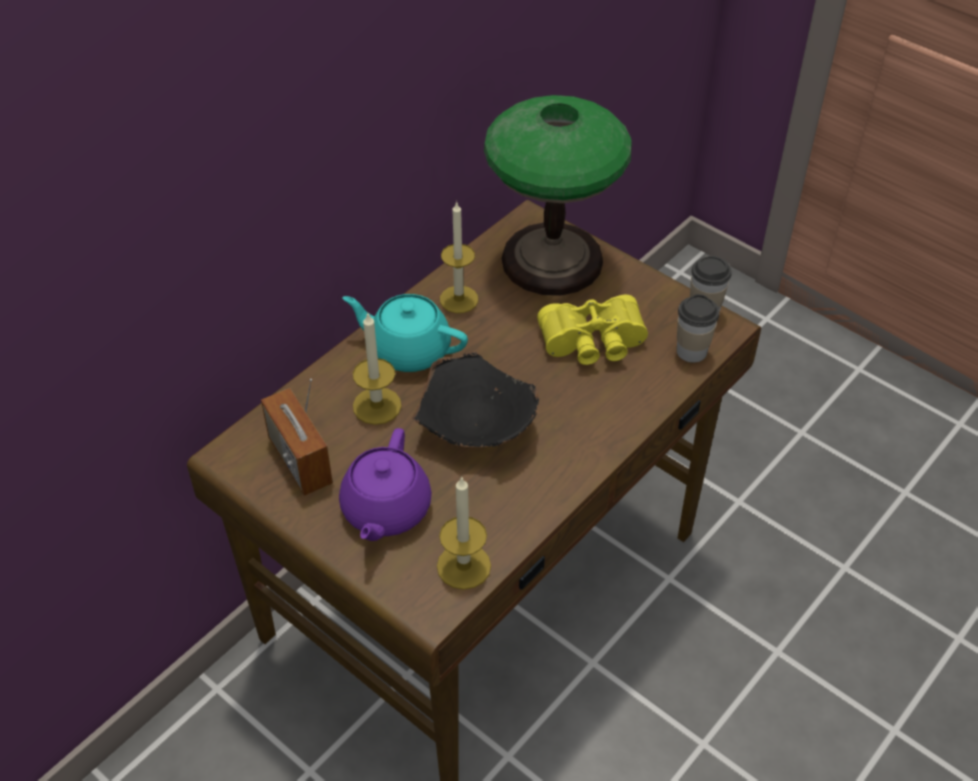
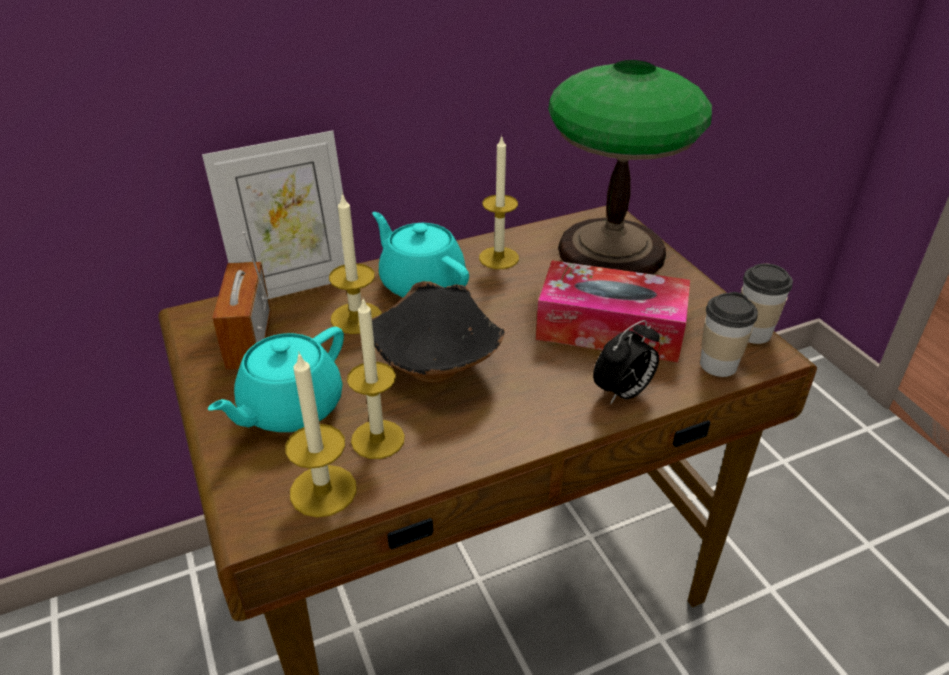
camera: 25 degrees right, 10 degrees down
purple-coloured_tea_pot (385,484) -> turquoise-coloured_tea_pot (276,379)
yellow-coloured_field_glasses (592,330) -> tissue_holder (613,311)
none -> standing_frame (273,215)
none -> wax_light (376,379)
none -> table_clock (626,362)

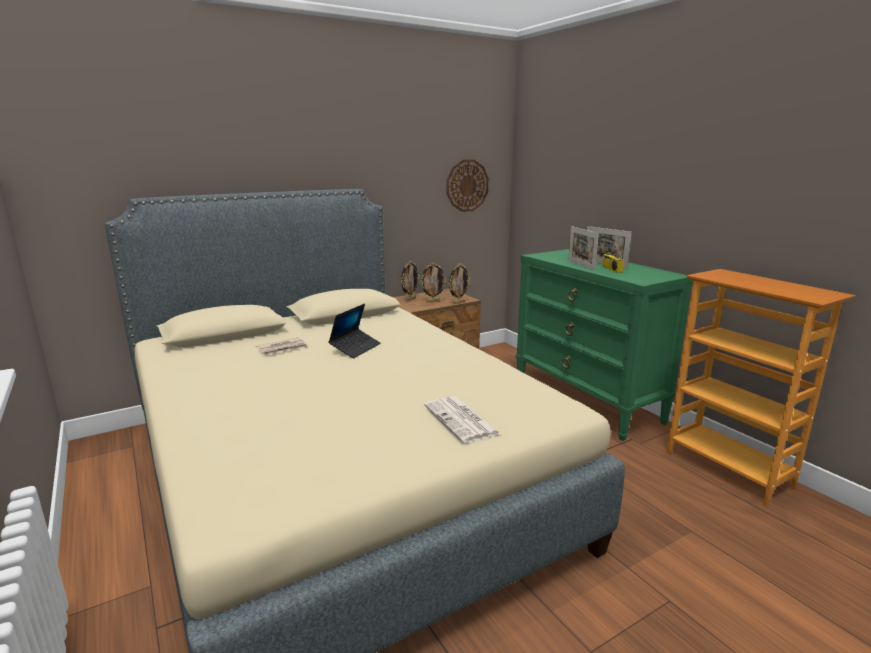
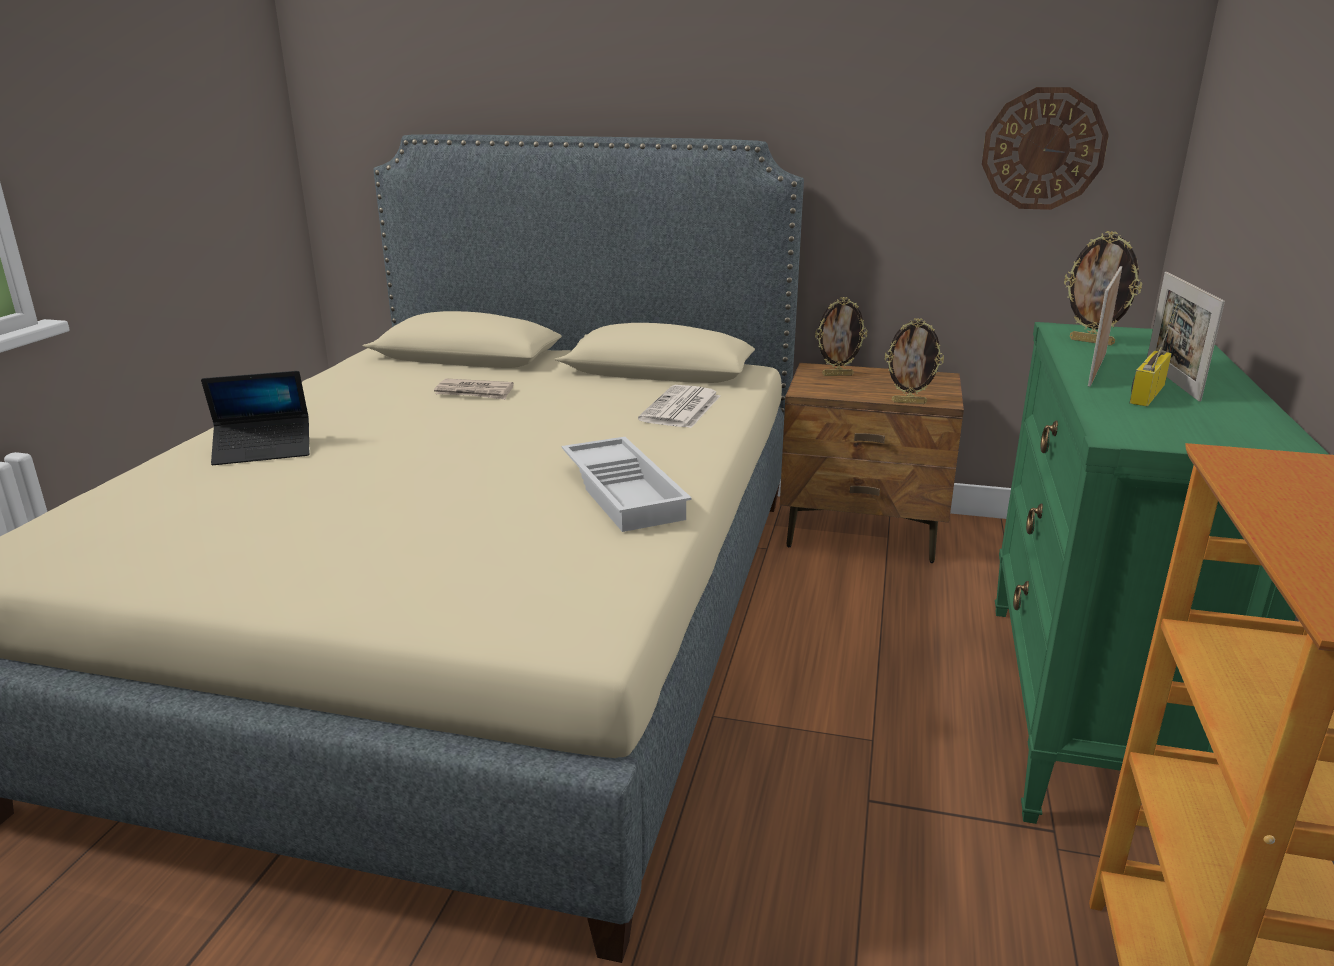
camera: 45 degrees right, 5 degrees up
laptop (354,331) -> laptop (255,418), relocated
standing_frame (433,282) -> standing_frame (1103,288), relocated
newspaper (462,419) -> newspaper (679,406), relocated
none -> white_serving_tray (627,484)

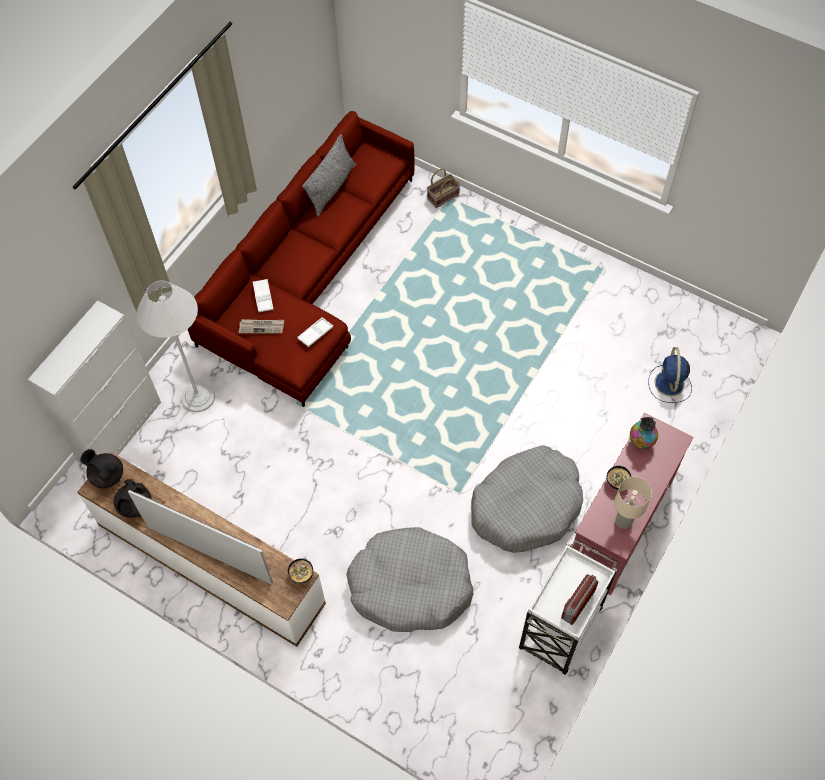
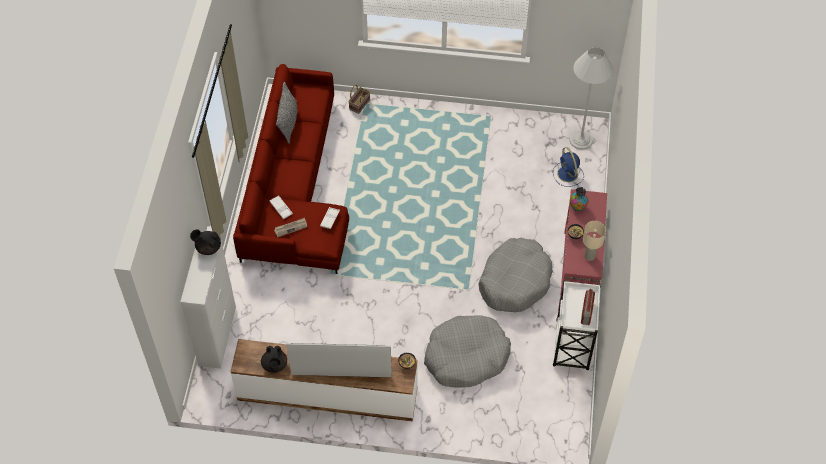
camera: 25 degrees left, 5 degrees down
black-coloured_tea_pot (101,469) -> black-coloured_tea_pot (205,242), relocated
white_standard_lamp (175,346) -> white_standard_lamp (591,98), relocated

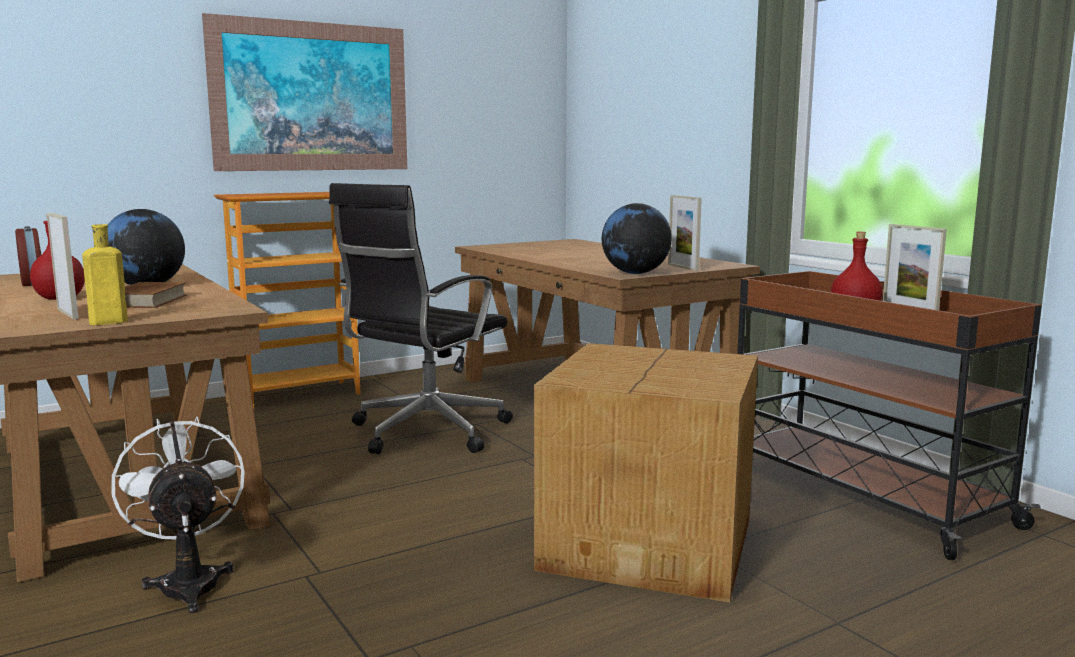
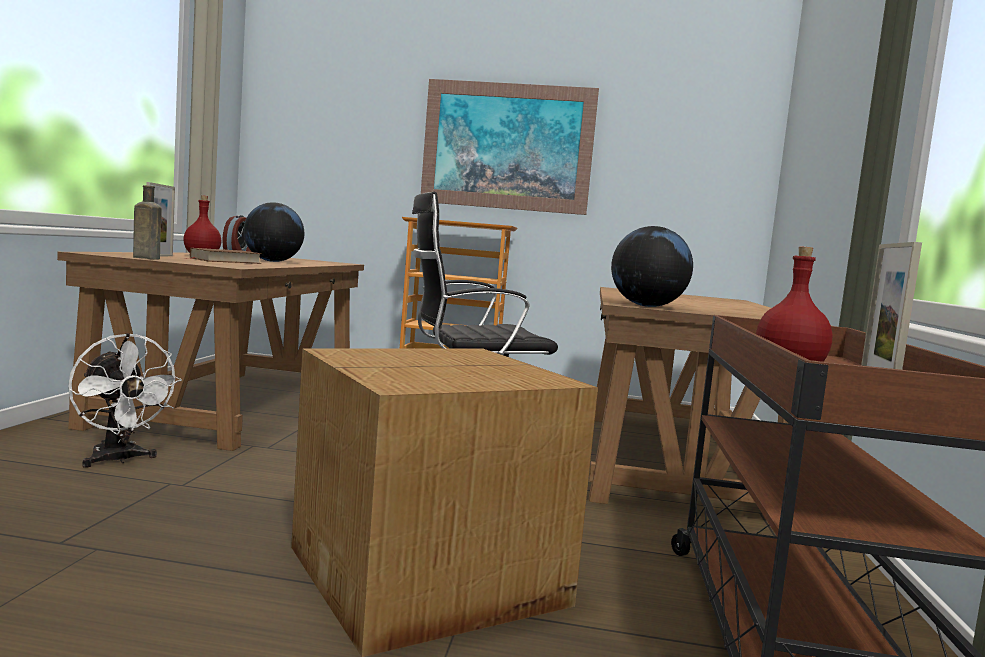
camera: 40 degrees right, 5 degrees down
yellow-coloured_bottle (105,274) -> brown-coloured_bottle (147,222)
white_cooling_fan (178,514) -> white_cooling_fan (125,400), 120 degrees clockwise
standing_frame (685,233) -> none

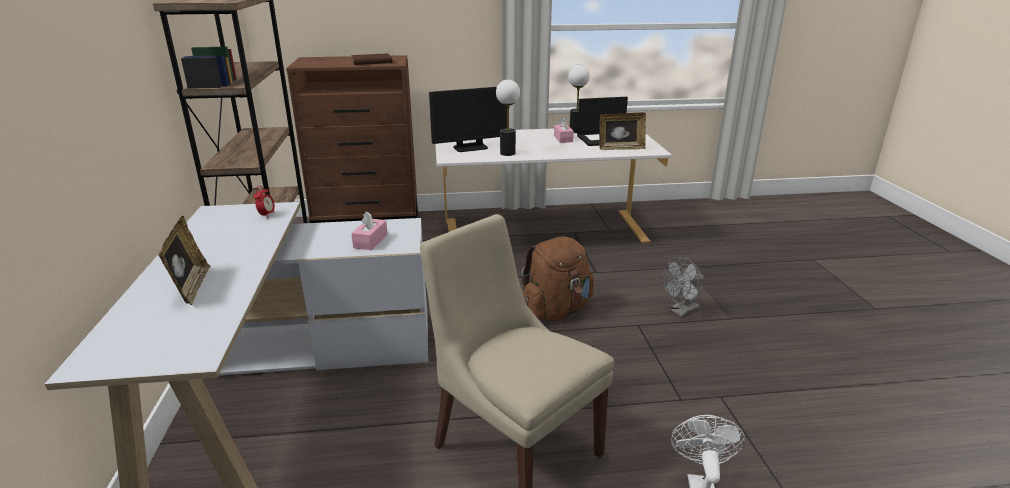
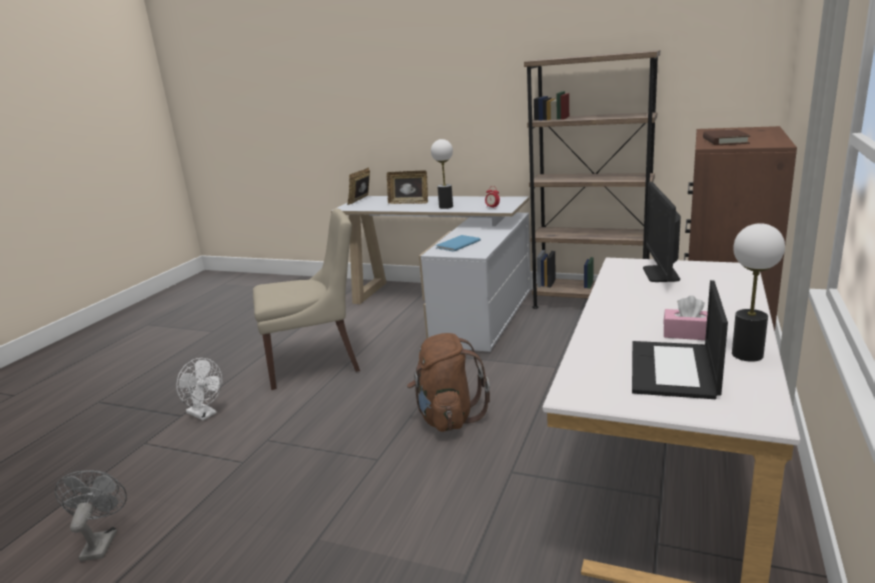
camera: 120 degrees right, 5 degrees down
pink_tissue_holder (369,230) -> blue_volume (458,243)
tabletop_lamp (508,118) -> tabletop_lamp (442,174), relocated
standing_frame (622,131) -> standing_frame (358,186), relocated
greyish_cooling_fan (683,287) -> greyish_cooling_fan (91,515), relocated

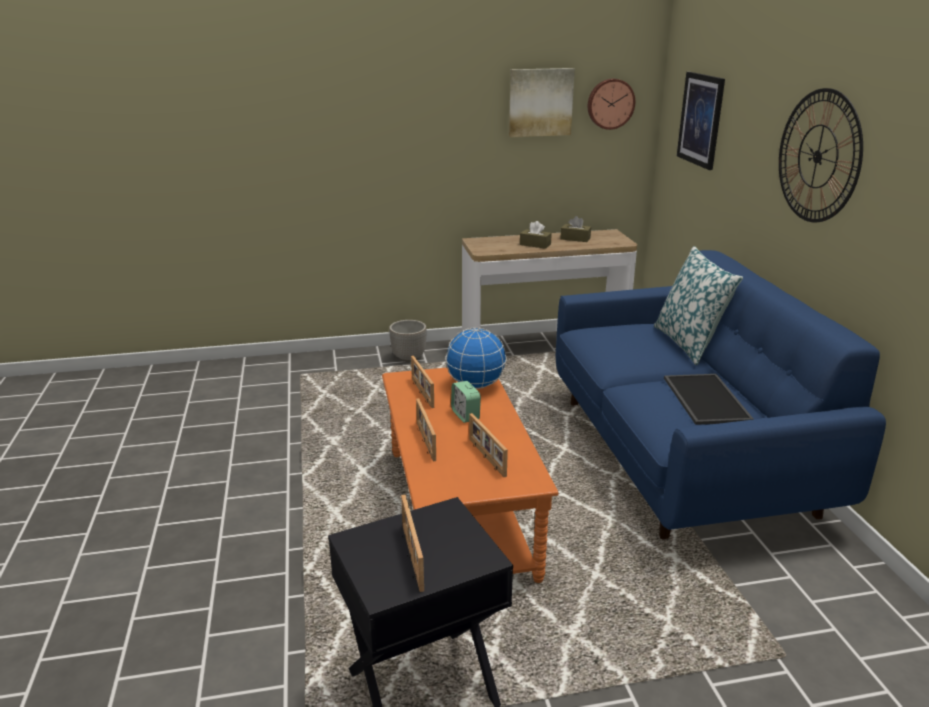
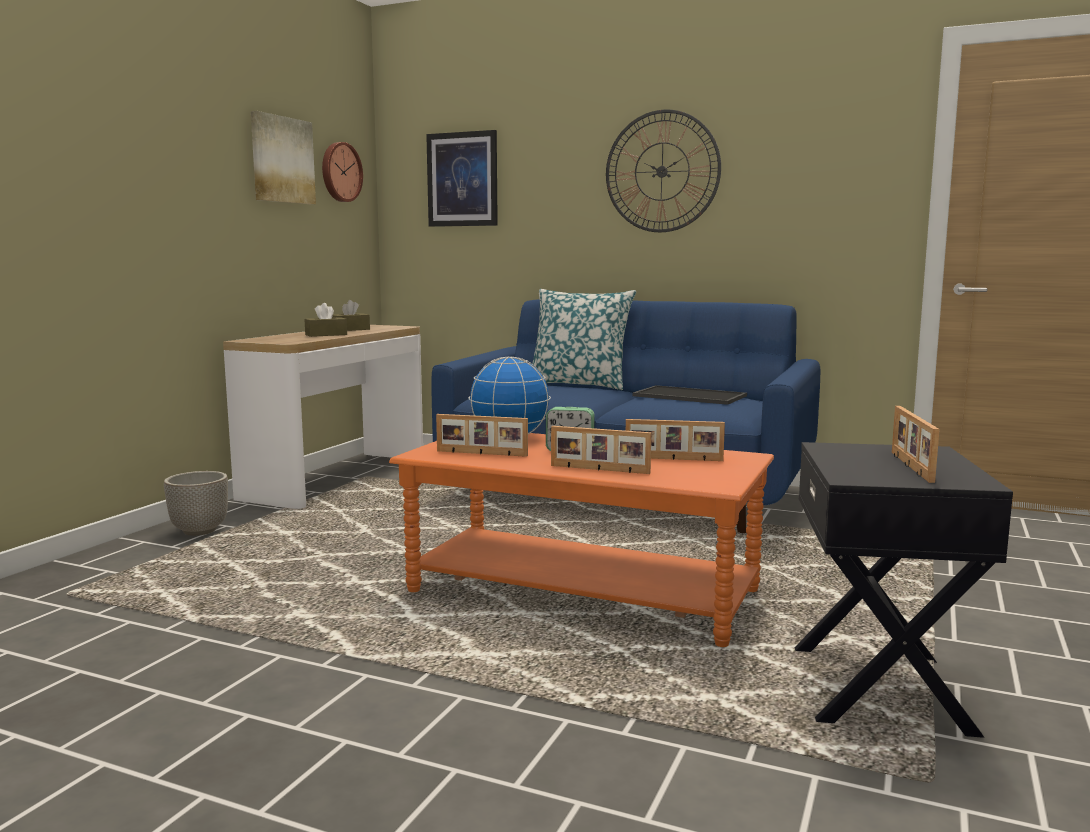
camera: 55 degrees left, 15 degrees down
standing_frame (412,543) -> standing_frame (916,444), 75 degrees clockwise

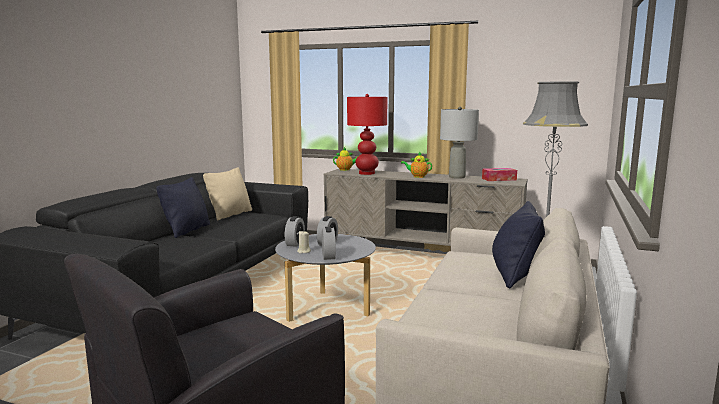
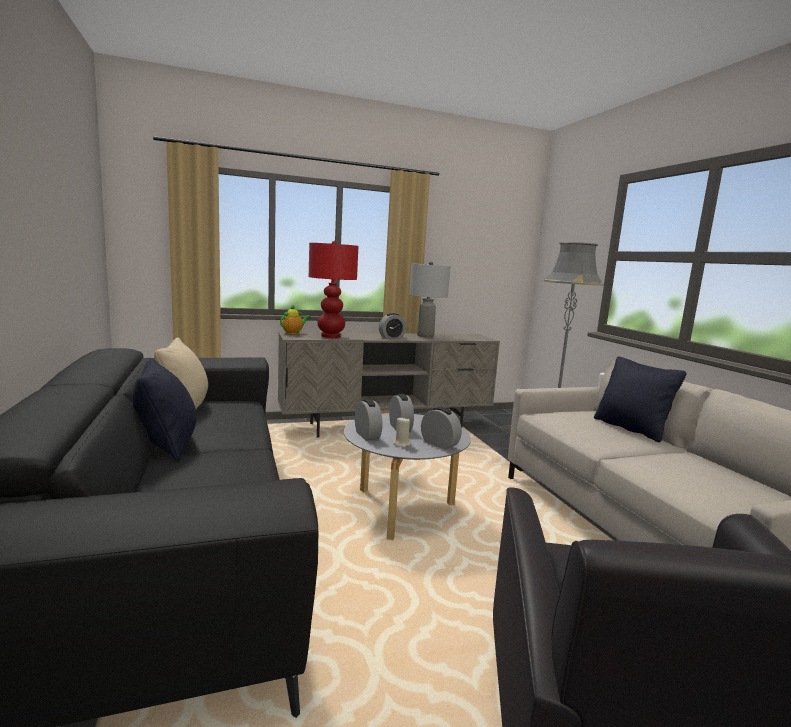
camera: 40 degrees left, 0 degrees up
tea_pot (416,165) -> table_clock (392,326)
tissue_holder (499,174) -> none

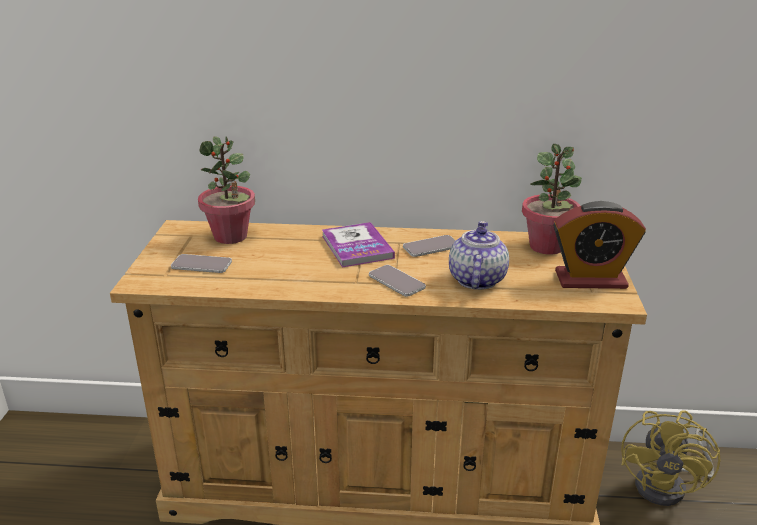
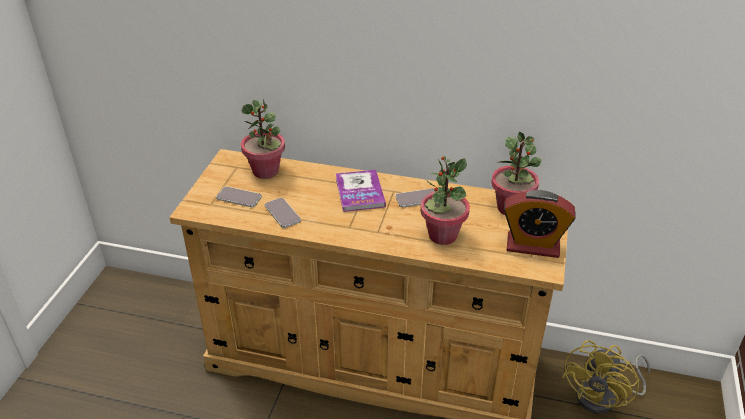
camera: 10 degrees right, 10 degrees up
phone (397,281) -> phone (283,213), relocated
tea_pot (479,255) -> houseplant (445,200)

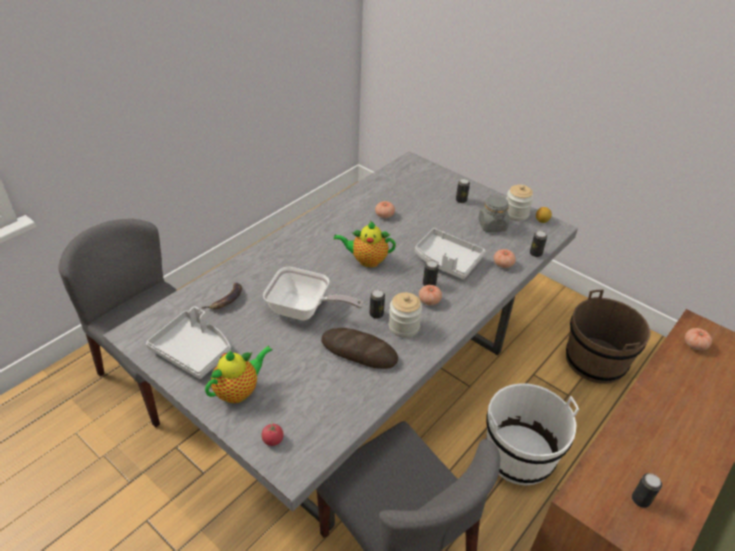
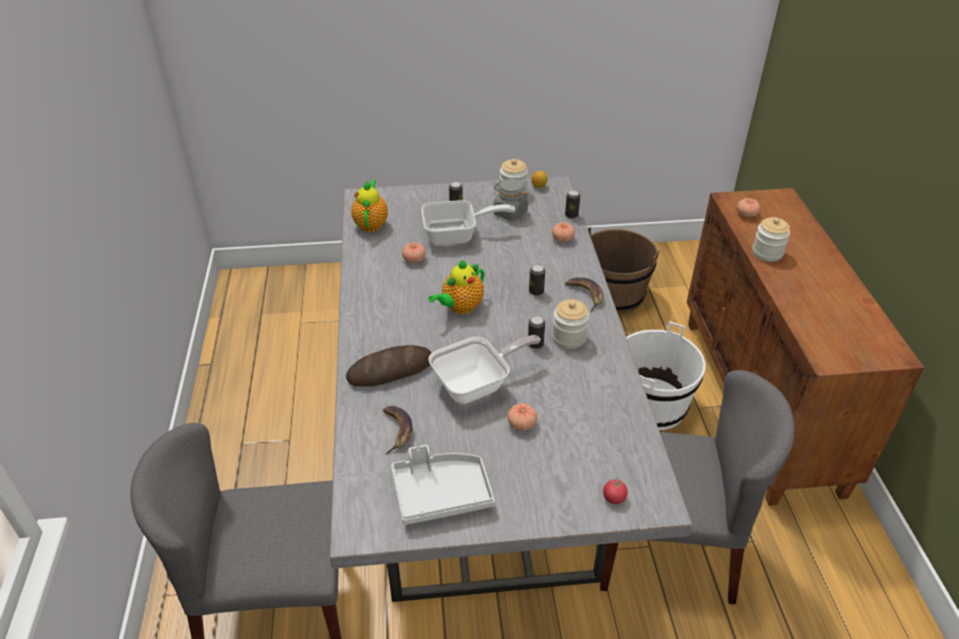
camera: 45 degrees left, 0 degrees up
tea_pot (238,374) -> tea_pot (369,206), relocated
bakery_bread (359,348) -> bakery_bread (389,366), relocated
greyish_serving_tray (450,253) -> none
fresh_tomato (430,295) -> fresh_tomato (522,417), relocated
metal_can (647,490) -> none
none -> pan (468,222)
none -> whole_banana (584,294)
none -> storage_jar (771,239)

